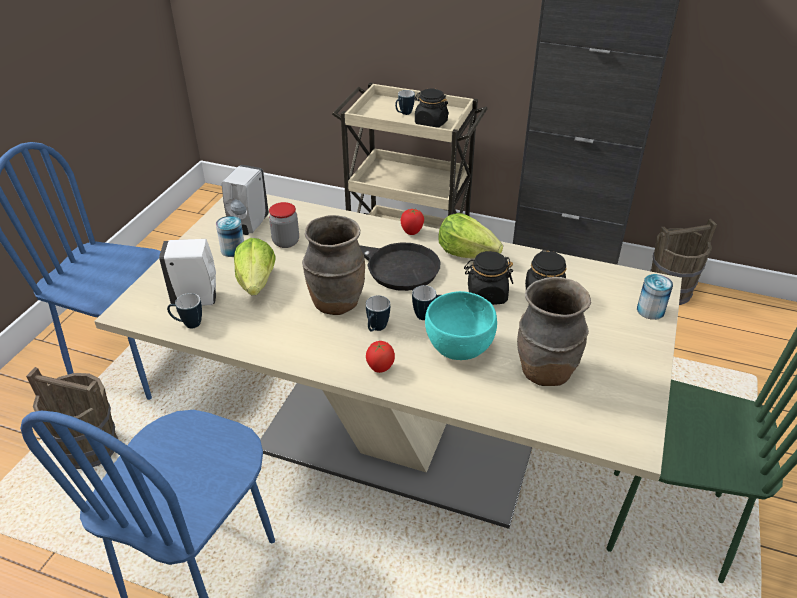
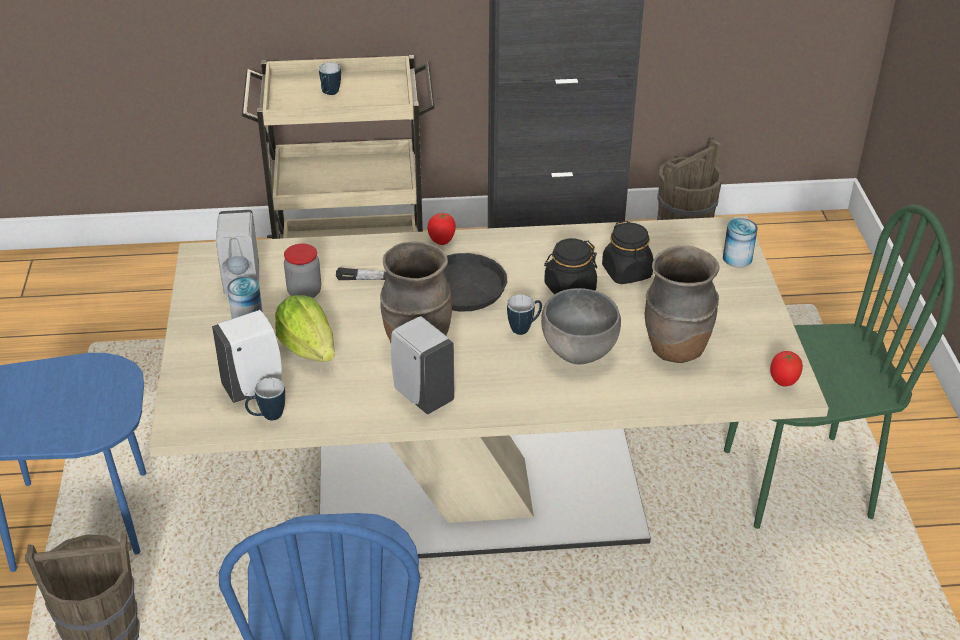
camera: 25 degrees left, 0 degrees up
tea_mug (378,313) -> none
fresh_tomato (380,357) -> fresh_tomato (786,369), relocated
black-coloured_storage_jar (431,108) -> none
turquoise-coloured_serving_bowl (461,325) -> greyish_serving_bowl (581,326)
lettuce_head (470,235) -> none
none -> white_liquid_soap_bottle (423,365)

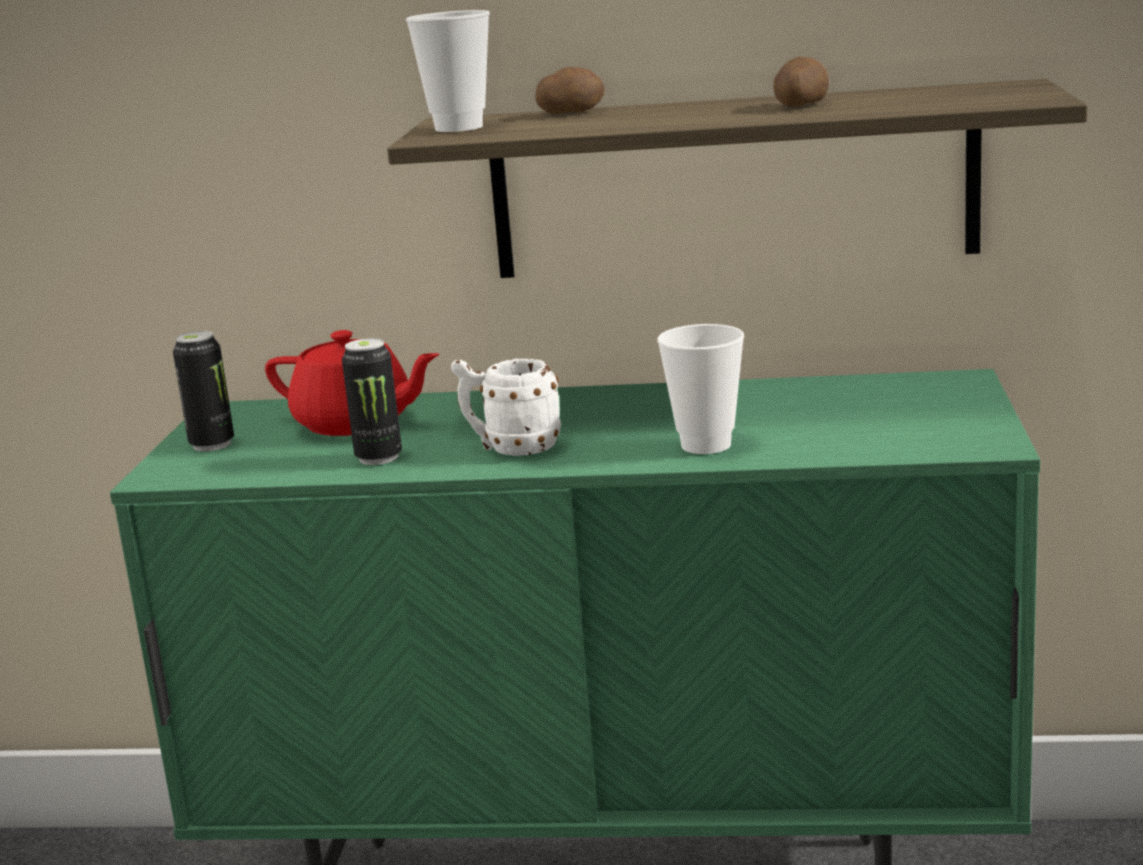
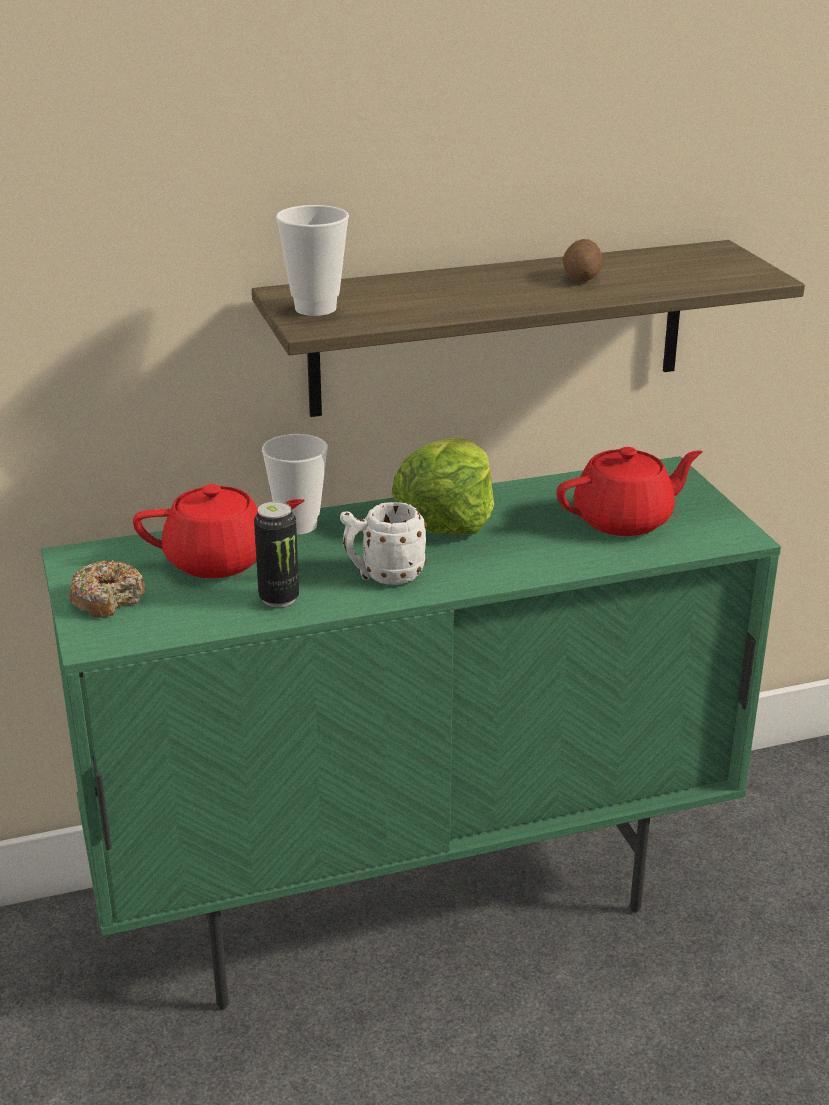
camera: 25 degrees left, 10 degrees up
metal_can (203,391) -> ring_doughnut (107,589)
spud (570,90) -> none
drinking_cup (700,389) -> drinking_cup (295,484), relocated
none -> lettuce_head (442,486)
none -> red-coloured_tea_pot (629,491)

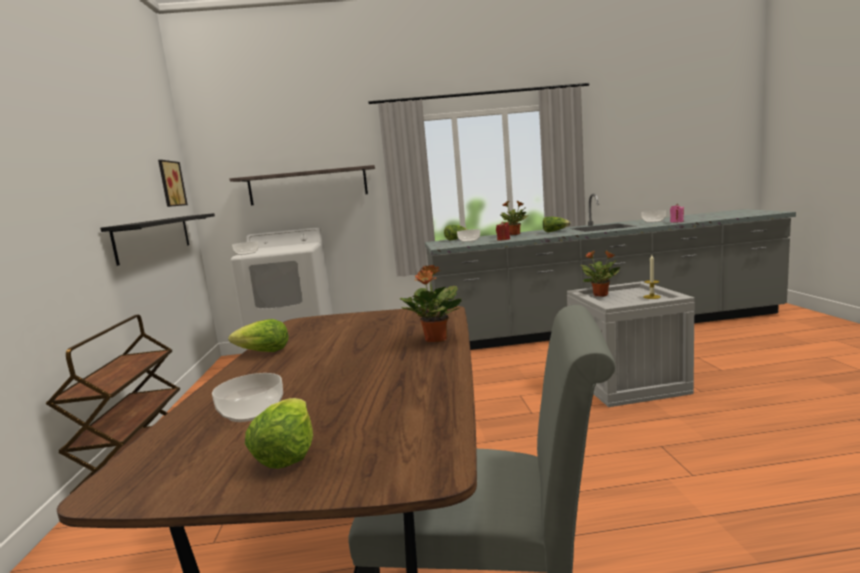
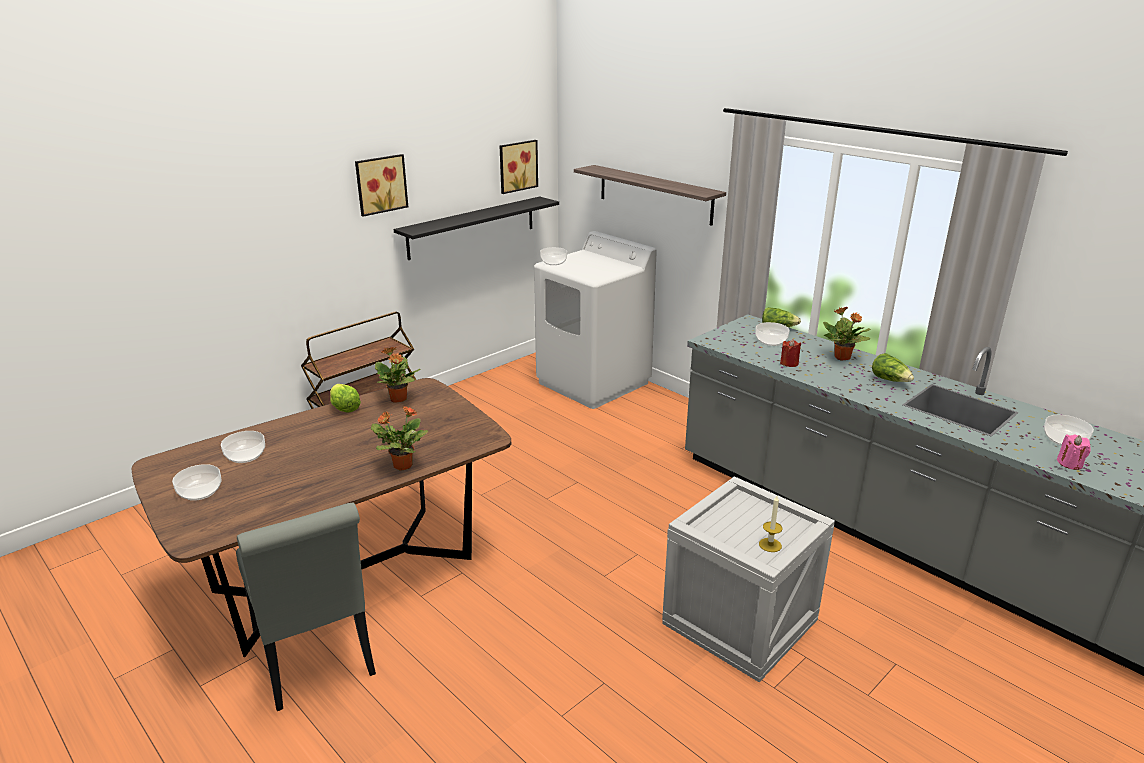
camera: 50 degrees right, 15 degrees up
lettuce_head (279,433) -> serving_bowl (196,482)
houseplant (601,273) -> houseplant (398,375), relocated
none -> wall_art (381,185)

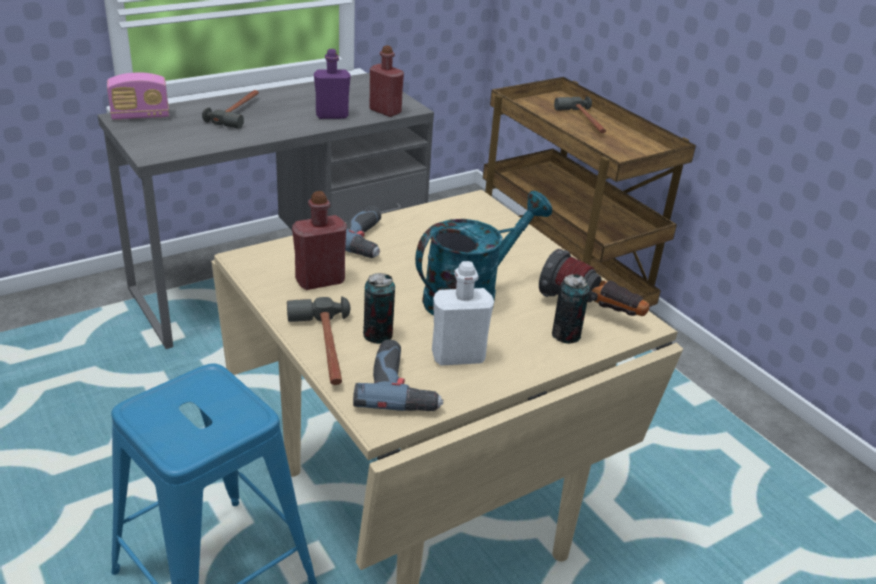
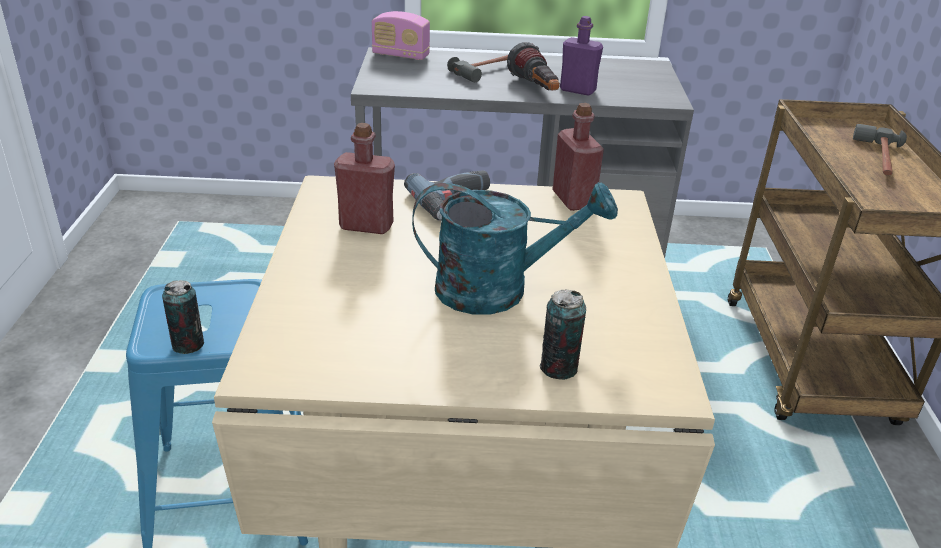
camera: 35 degrees right, 0 degrees up
tool_hammer (318,341) -> none
electric_drill (398,375) -> none
metal_can (379,308) -> metal_can (183,317), relocated
red-coloured_bottle (386,81) -> red-coloured_bottle (578,157), relocated
white_bottle (463,313) -> none
torch (594,282) -> torch (533,66), relocated

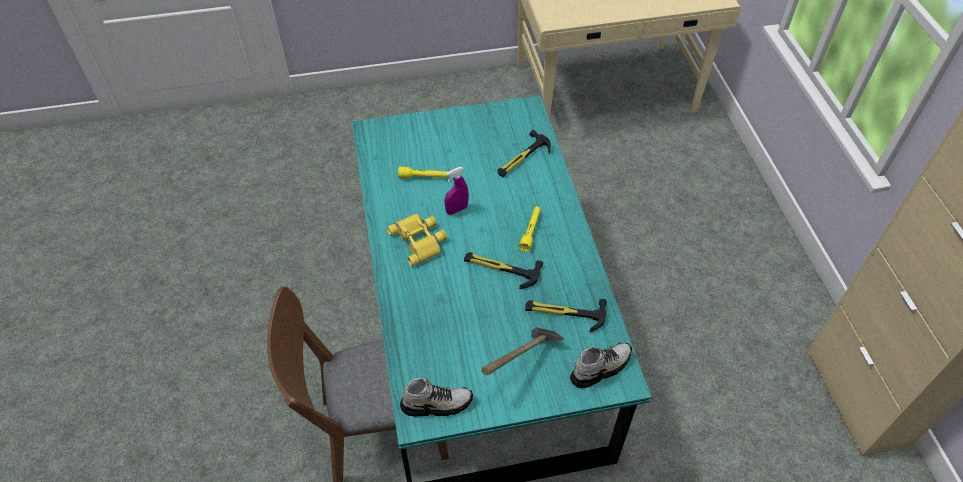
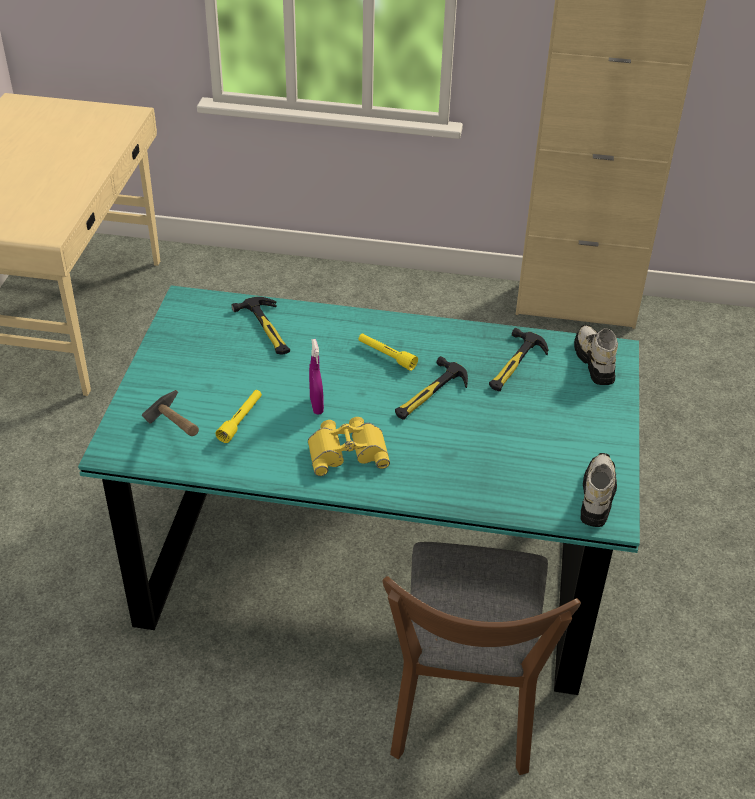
camera: 70 degrees left, 10 degrees down
tool_hammer (523,351) -> tool_hammer (170,413), relocated

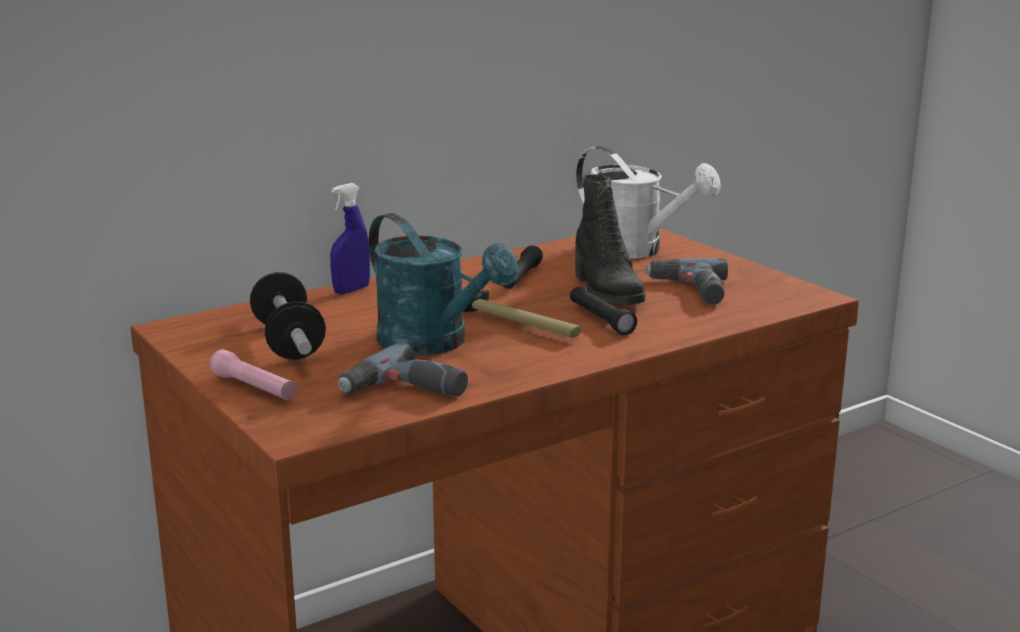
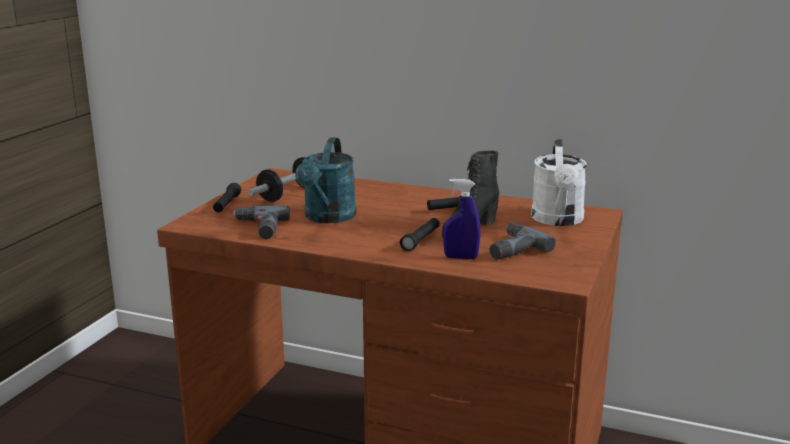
camera: 55 degrees right, 0 degrees up
pink_torch (253,374) -> black-coloured_torch (227,197)
blue_hand_sprayer (350,239) -> blue_hand_sprayer (461,219), relocated
tool_hammer (522,314) -> none

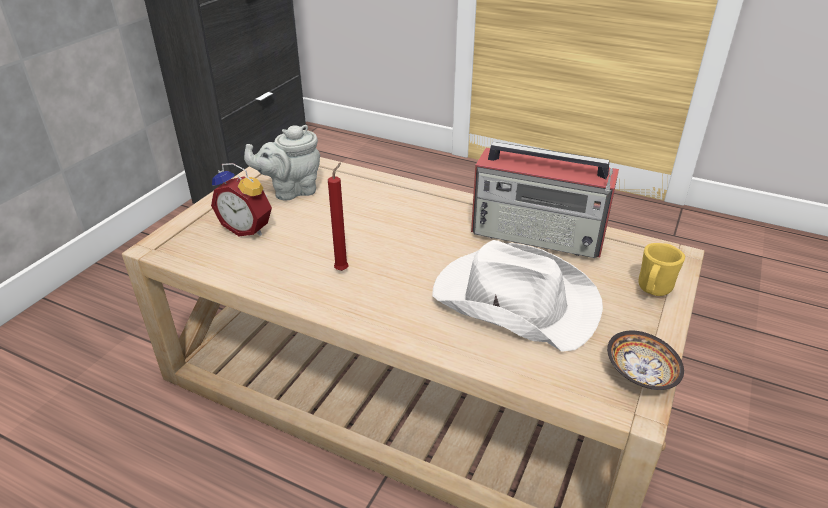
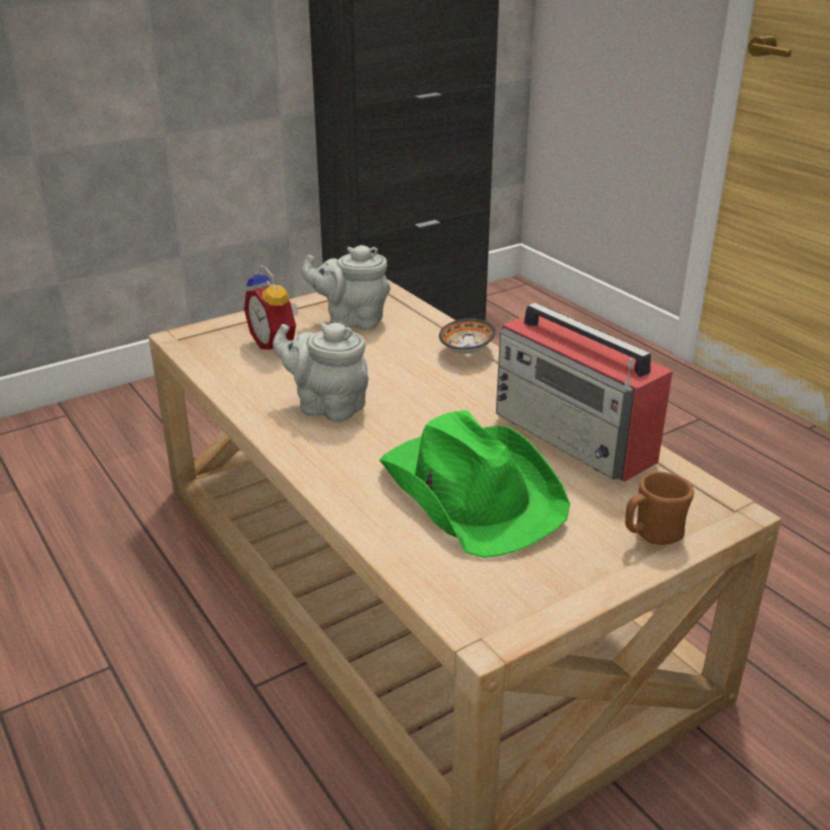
camera: 30 degrees right, 5 degrees down
red-coloured_wax_light (338,216) -> greyish_tea_pot (321,372)
white_wearable_hat (517,296) -> greenish_wearable_hat (475,484)
serving_bowl (645,360) -> serving_bowl (467,336), relocated
yellow-coloured_tea_mug (662,269) -> brown-coloured_tea_mug (659,508)

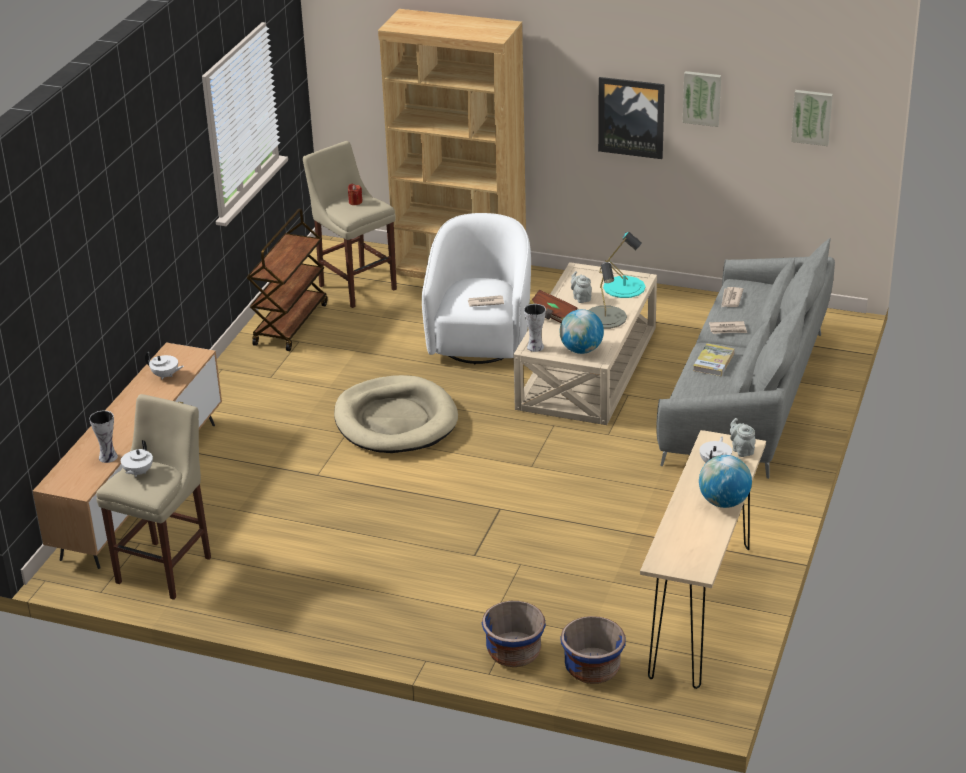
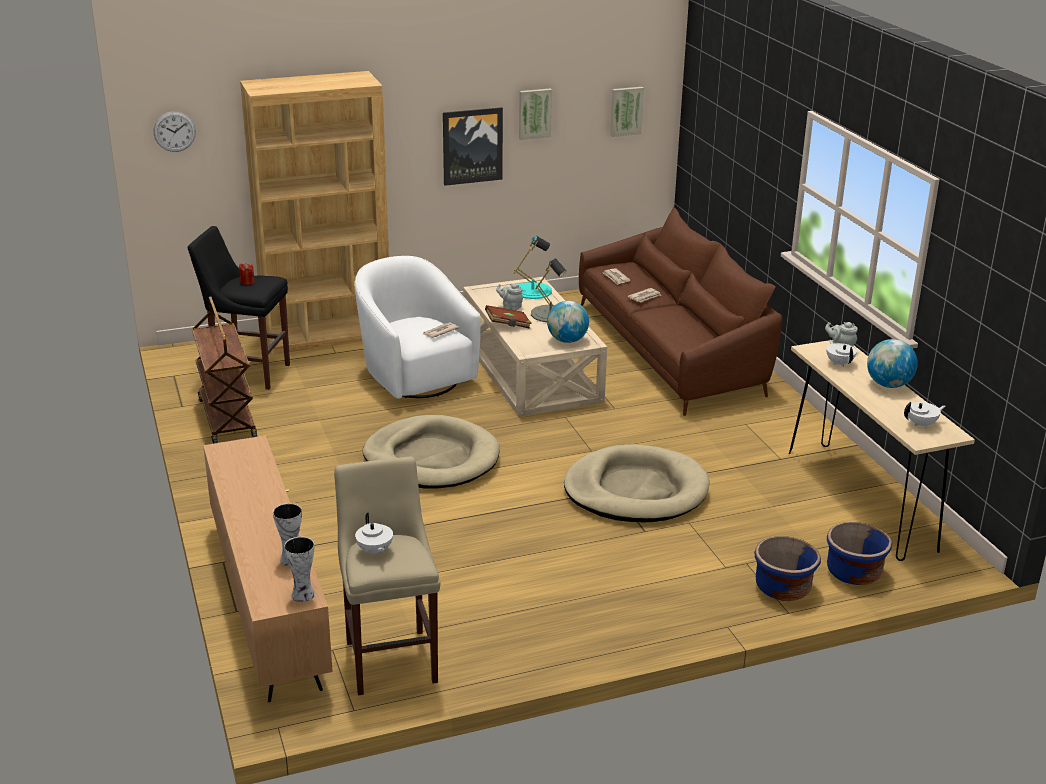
camera: 40 degrees left, 5 degrees down
white_tea_pot (164,366) -> white_tea_pot (924,415), relocated
beige_sitting_stool (350,224) -> black-coloured_sitting_stool (239,308)
decorative_vase (535,328) -> decorative_vase (299,569), relocated
greyish_sofa (745,358) -> brown-coloured_sofa (680,311)
volume (713,359) -> none
none -> hanging_clock (175,131)
none -> beige_dog_cushion (637,483)

